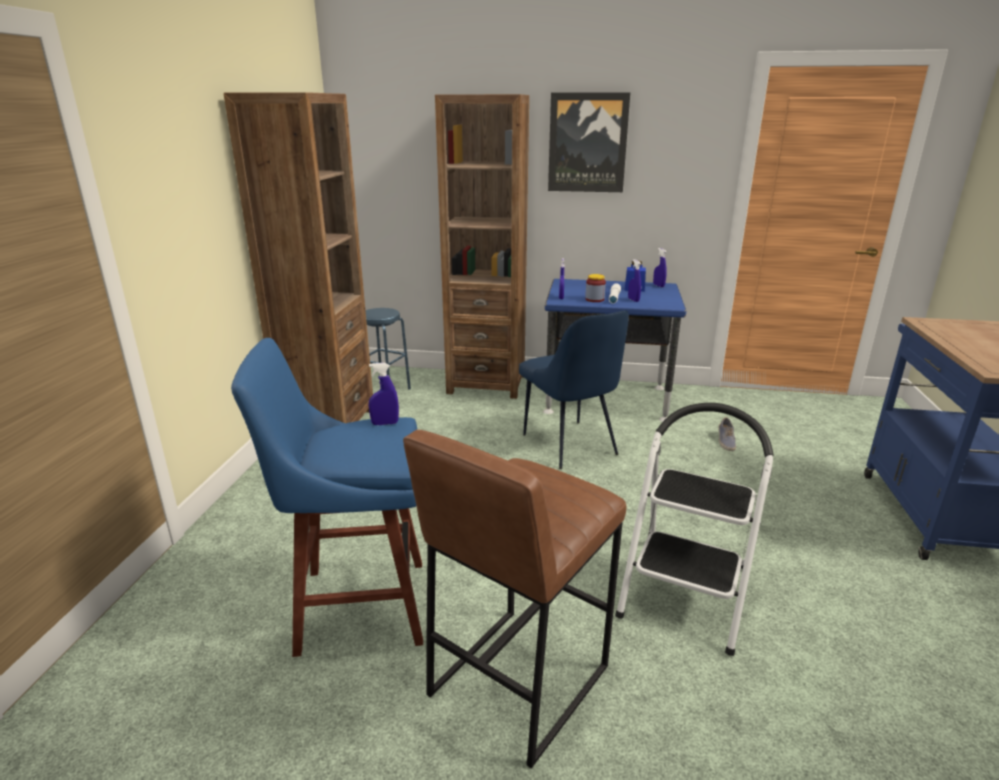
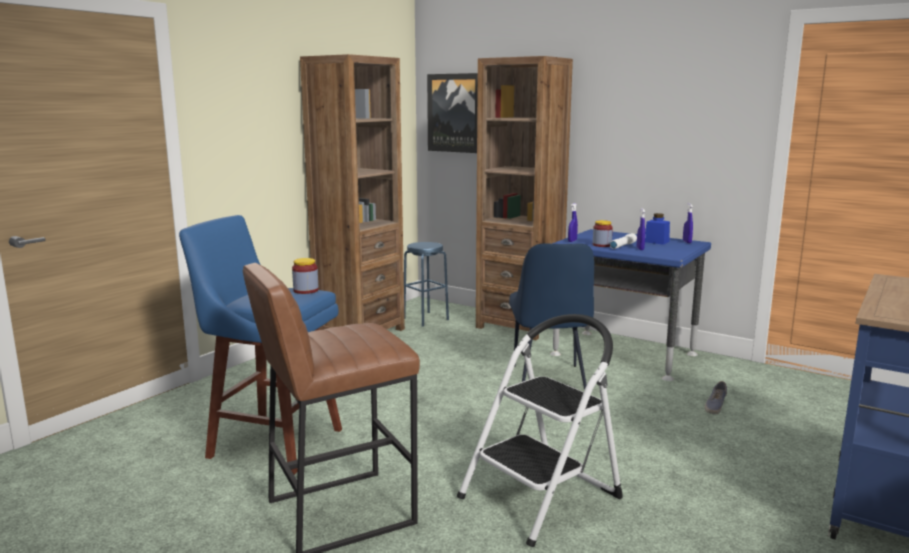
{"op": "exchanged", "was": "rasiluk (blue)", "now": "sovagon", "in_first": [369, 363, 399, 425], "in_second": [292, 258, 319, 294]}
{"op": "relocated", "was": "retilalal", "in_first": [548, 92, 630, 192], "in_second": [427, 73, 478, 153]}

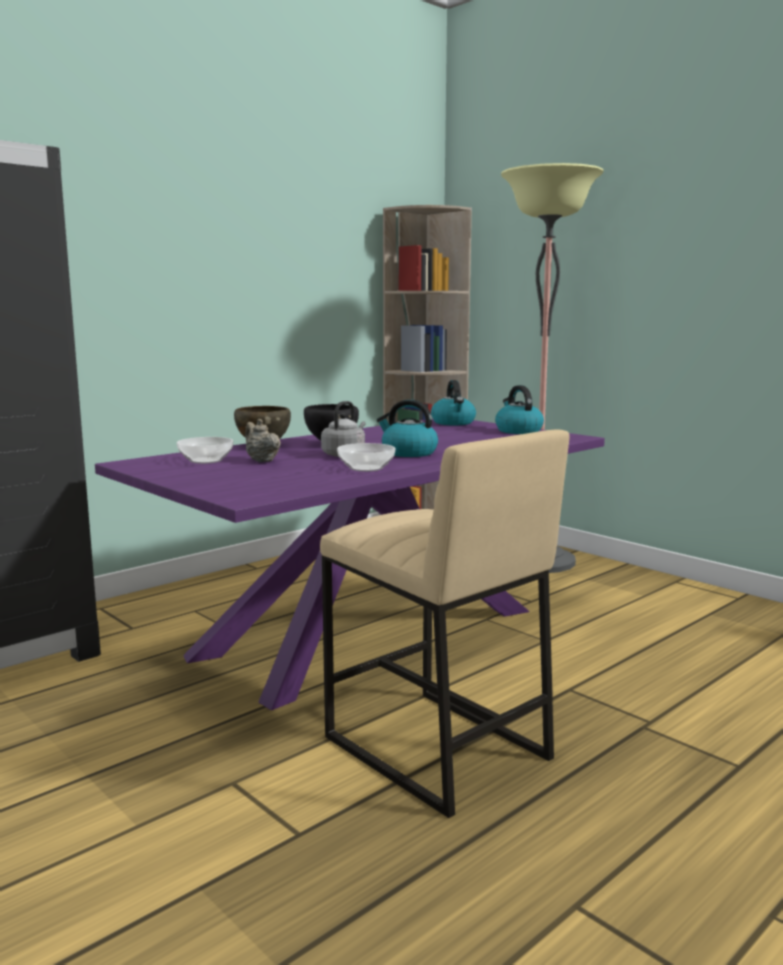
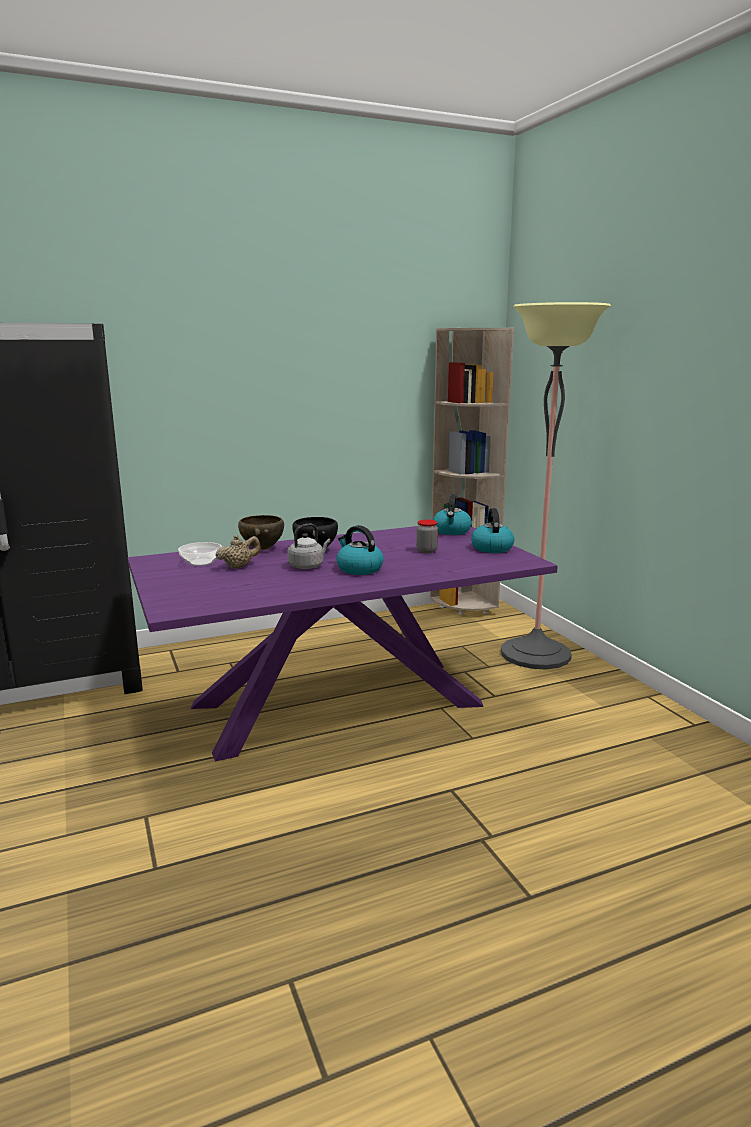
{"op": "spun", "was": "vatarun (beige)", "in_first": [245, 419, 281, 462], "in_second": [216, 535, 261, 569], "clockwise": 75}
{"op": "missing", "was": "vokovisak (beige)", "in_first": [320, 429, 569, 818]}
{"op": "missing", "was": "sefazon", "in_first": [337, 443, 395, 472]}
{"op": "appeared", "now": "sovagon", "in_second": [416, 519, 438, 553]}

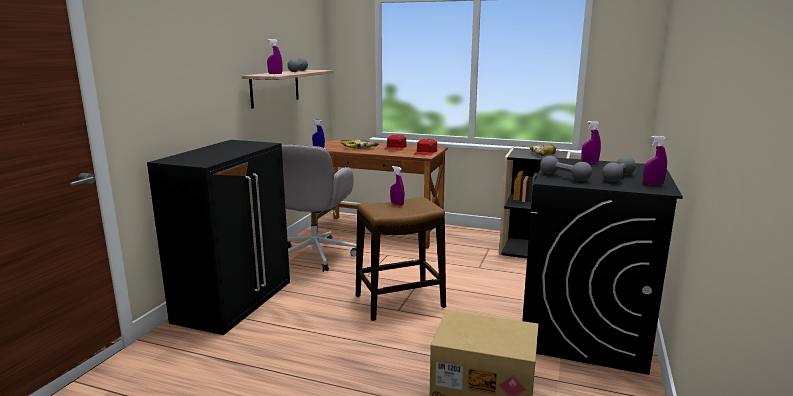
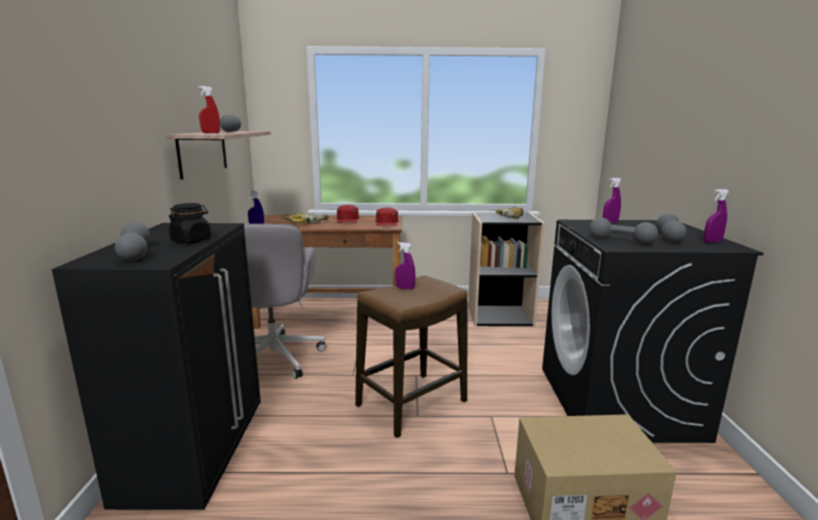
{"op": "colour", "was": "rasiluk (purple)", "now": "rasiluk (red)", "in_first": [267, 39, 282, 74], "in_second": [198, 86, 220, 133]}
{"op": "appeared", "now": "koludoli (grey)", "in_second": [115, 222, 150, 261]}
{"op": "appeared", "now": "sovagon (black)", "in_second": [169, 203, 211, 243]}

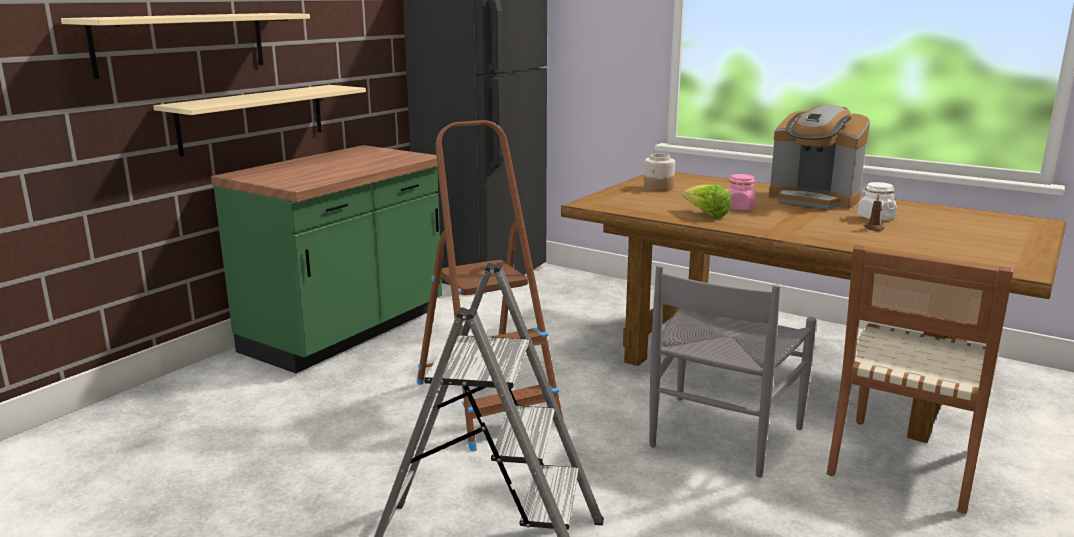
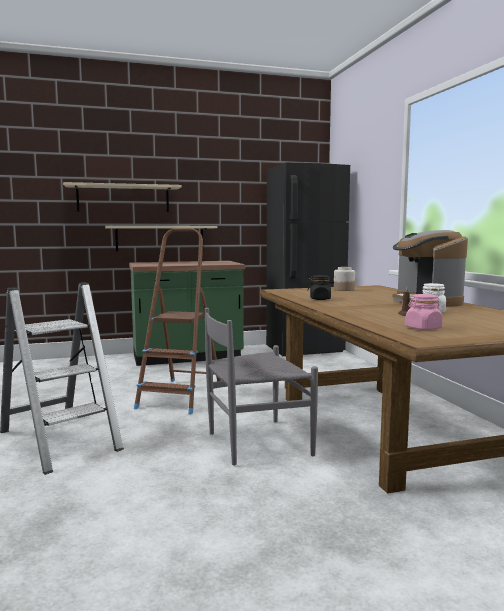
{"op": "exchanged", "was": "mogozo", "now": "sovagon (black)", "in_first": [682, 184, 731, 218], "in_second": [308, 275, 334, 300]}
{"op": "relocated", "was": "sovagon (pink)", "in_first": [728, 174, 756, 210], "in_second": [405, 294, 443, 330]}
{"op": "missing", "was": "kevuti", "in_first": [826, 245, 1014, 514]}

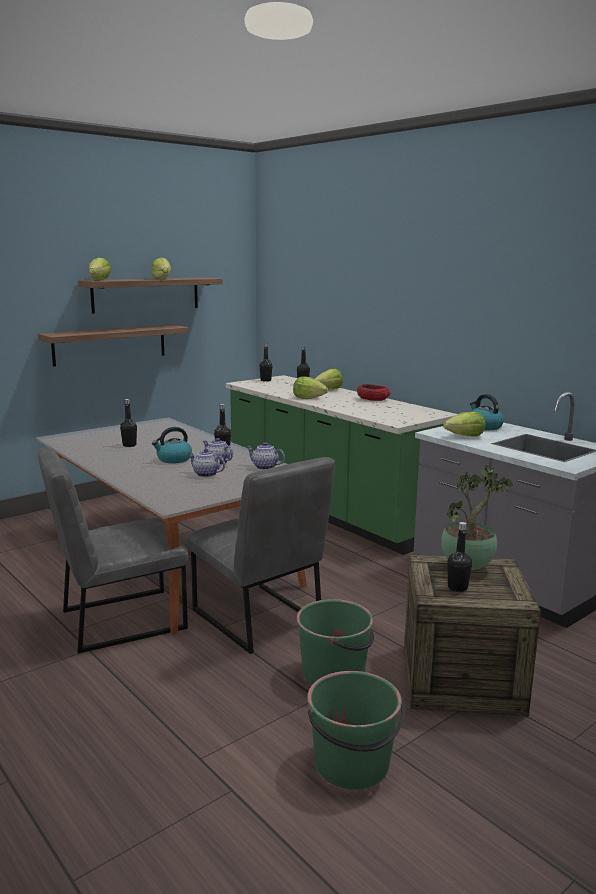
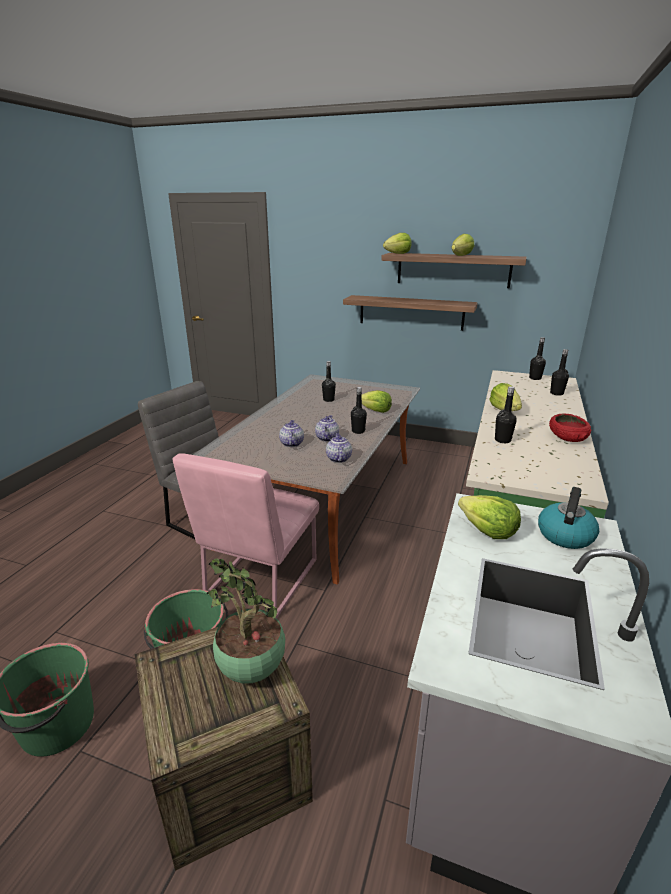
{"op": "missing", "was": "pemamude", "in_first": [152, 427, 192, 464]}
{"op": "colour", "was": "kevuti (grey)", "now": "kevuti (pink)", "in_first": [186, 457, 335, 654], "in_second": [173, 453, 319, 618]}
{"op": "relocated", "was": "mogozo", "in_first": [315, 369, 343, 389], "in_second": [362, 390, 392, 413]}
{"op": "relocated", "was": "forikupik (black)", "in_first": [447, 522, 472, 592], "in_second": [495, 386, 517, 443]}

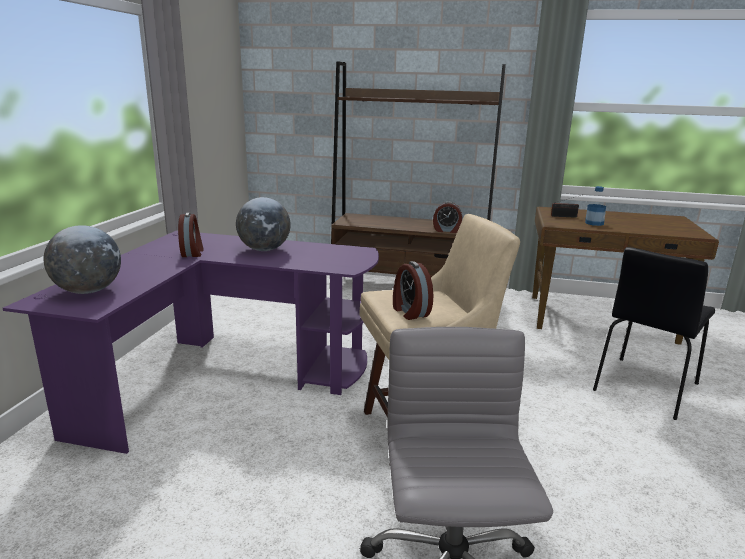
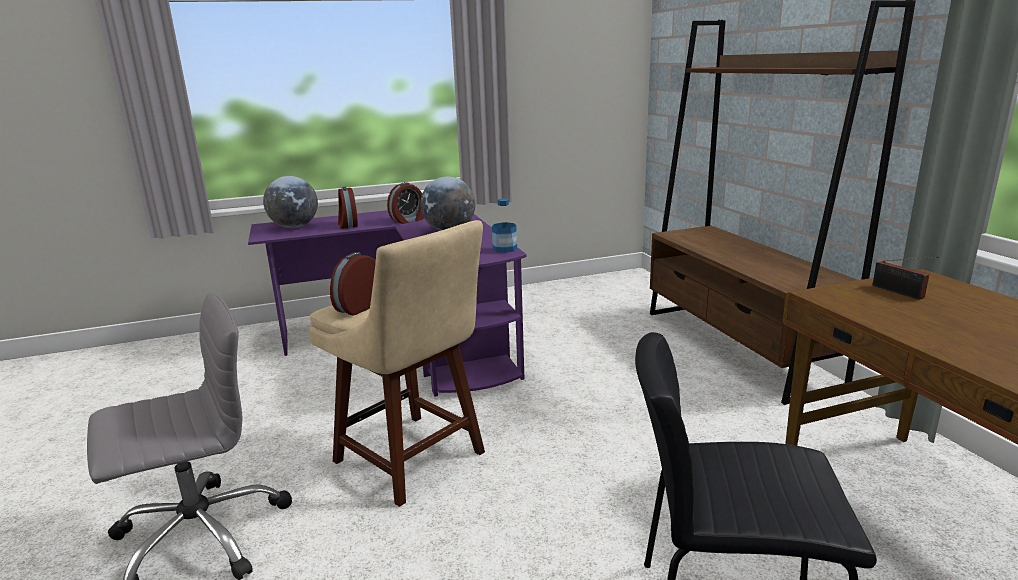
{"op": "relocated", "was": "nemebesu", "in_first": [433, 202, 462, 233], "in_second": [338, 187, 358, 229]}
{"op": "relocated", "was": "forikupik", "in_first": [585, 186, 606, 226], "in_second": [492, 198, 517, 253]}

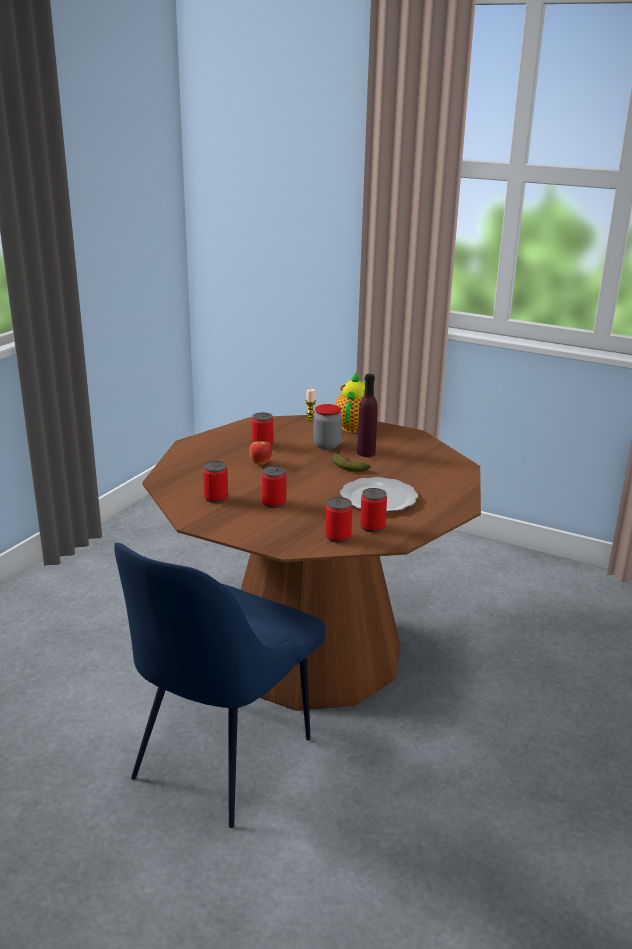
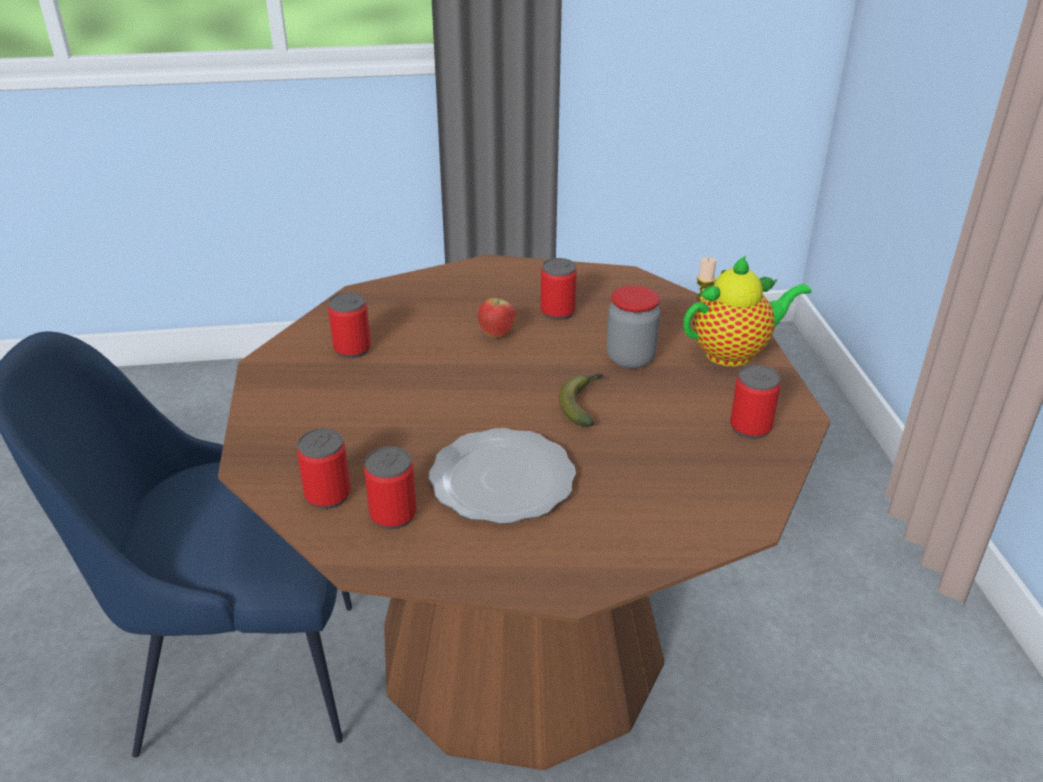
{"op": "relocated", "was": "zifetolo", "in_first": [262, 466, 286, 508], "in_second": [730, 365, 781, 439]}
{"op": "missing", "was": "forikupik (purple)", "in_first": [357, 374, 378, 457]}

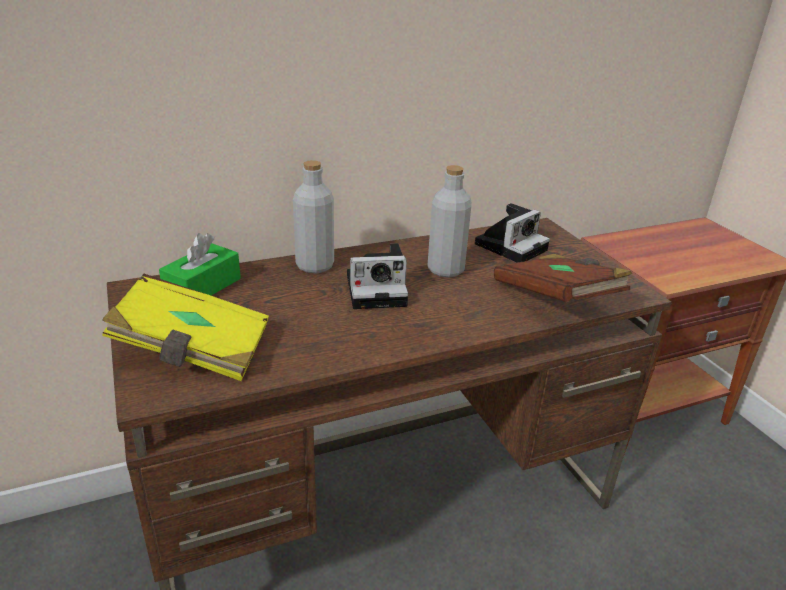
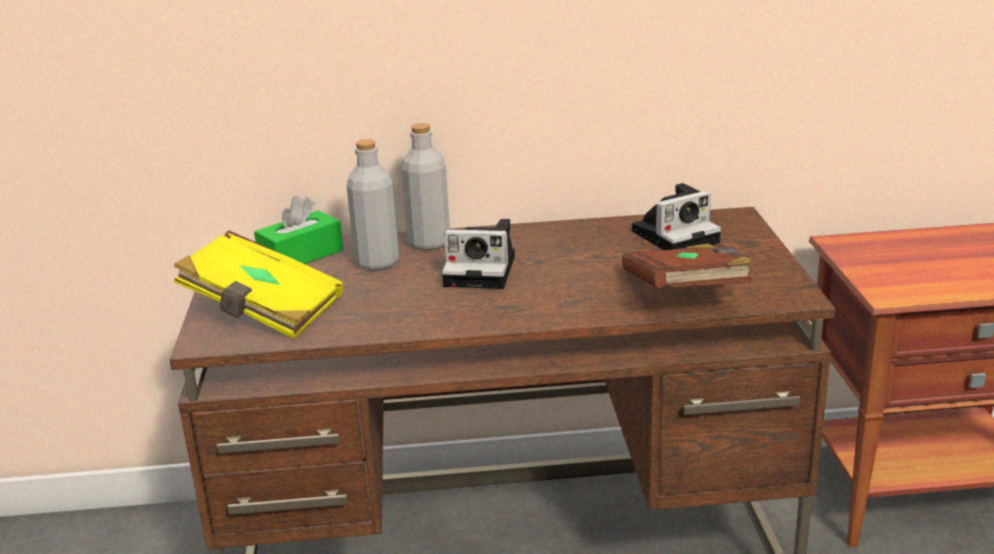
{"op": "relocated", "was": "forikupik (grey)", "in_first": [427, 165, 472, 277], "in_second": [346, 139, 399, 271]}

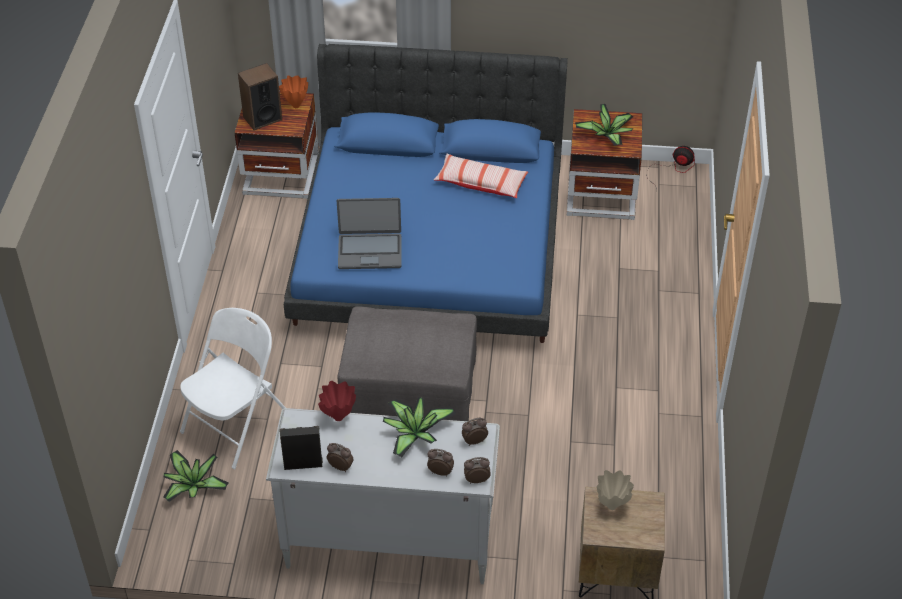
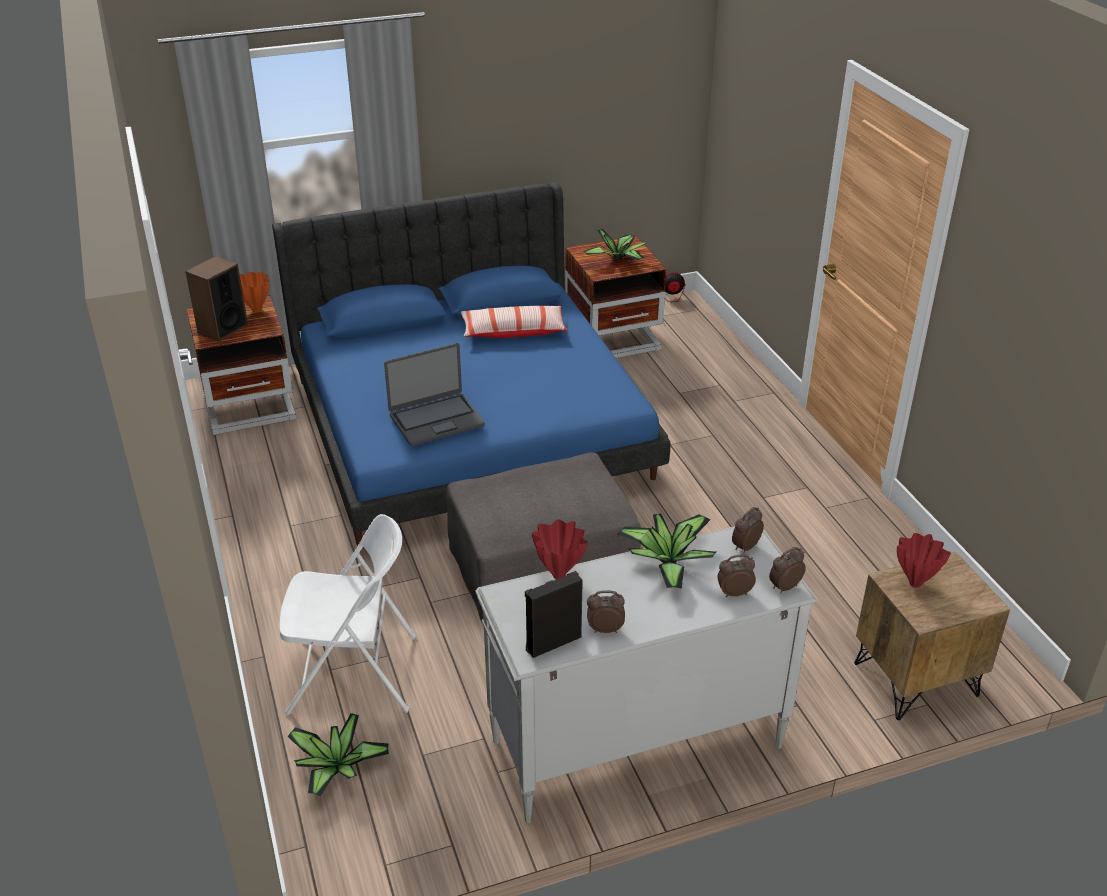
{"op": "spun", "was": "kevuti (white)", "in_first": [180, 308, 286, 470], "in_second": [279, 514, 416, 716], "clockwise": 75}
{"op": "colour", "was": "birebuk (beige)", "now": "birebuk (red)", "in_first": [597, 470, 634, 510], "in_second": [897, 533, 951, 588]}

